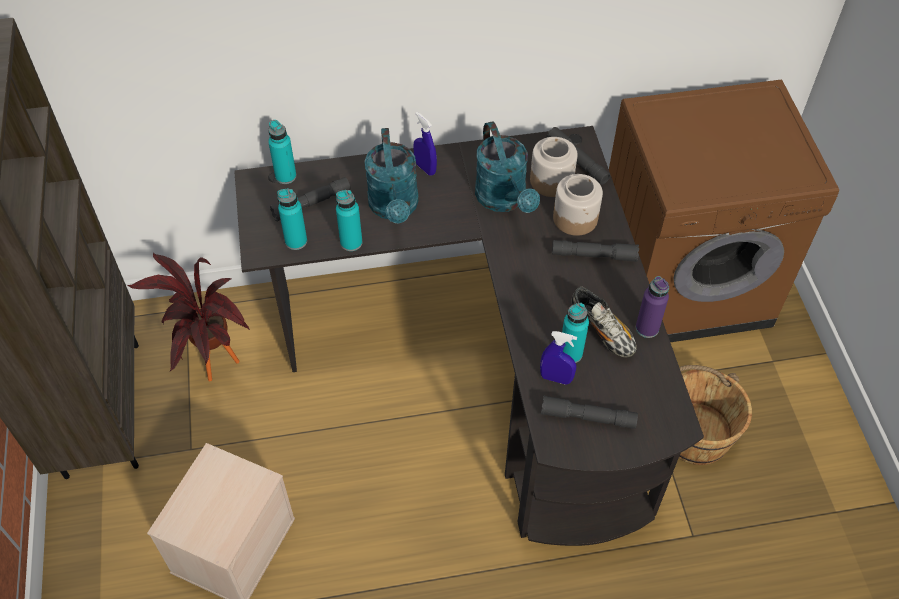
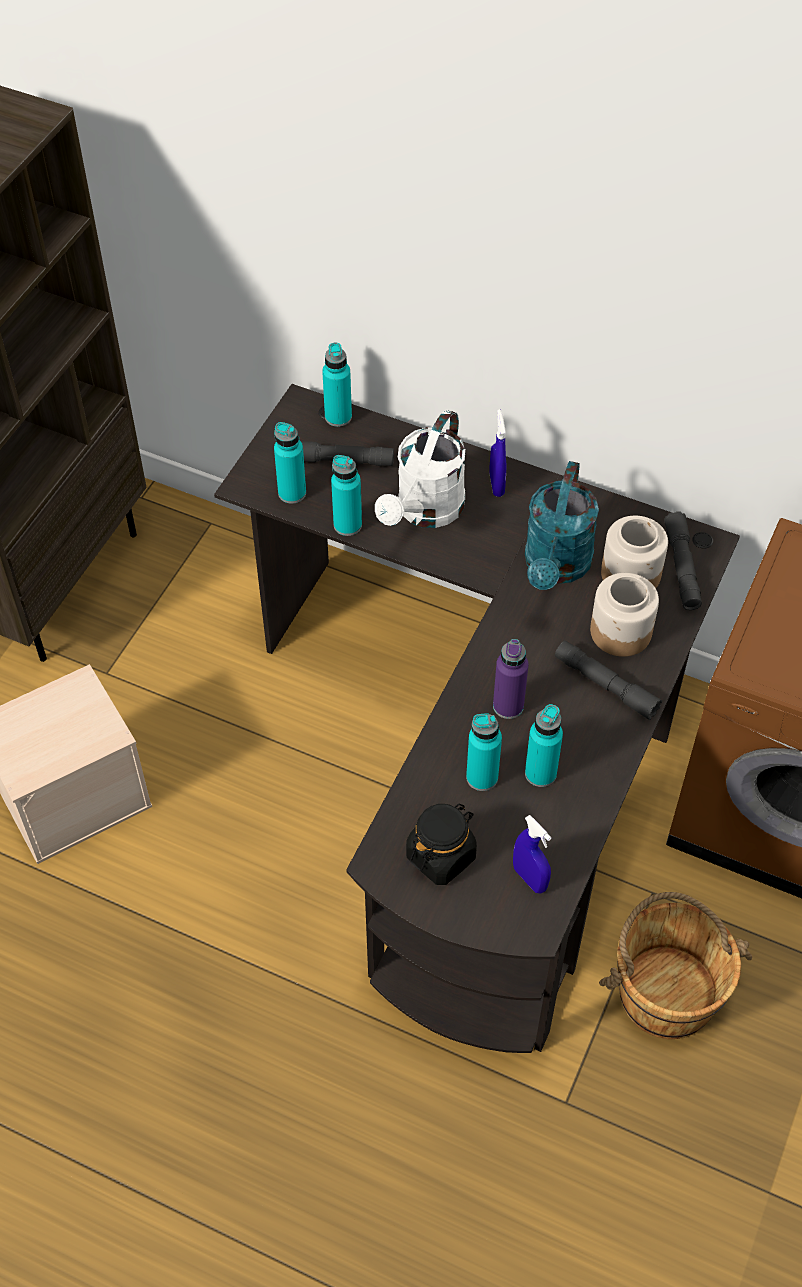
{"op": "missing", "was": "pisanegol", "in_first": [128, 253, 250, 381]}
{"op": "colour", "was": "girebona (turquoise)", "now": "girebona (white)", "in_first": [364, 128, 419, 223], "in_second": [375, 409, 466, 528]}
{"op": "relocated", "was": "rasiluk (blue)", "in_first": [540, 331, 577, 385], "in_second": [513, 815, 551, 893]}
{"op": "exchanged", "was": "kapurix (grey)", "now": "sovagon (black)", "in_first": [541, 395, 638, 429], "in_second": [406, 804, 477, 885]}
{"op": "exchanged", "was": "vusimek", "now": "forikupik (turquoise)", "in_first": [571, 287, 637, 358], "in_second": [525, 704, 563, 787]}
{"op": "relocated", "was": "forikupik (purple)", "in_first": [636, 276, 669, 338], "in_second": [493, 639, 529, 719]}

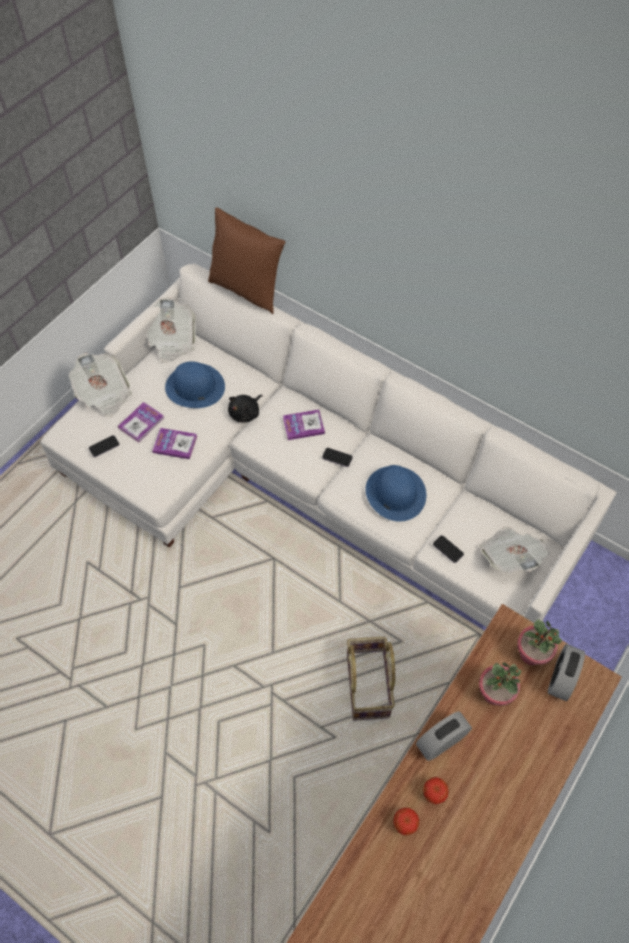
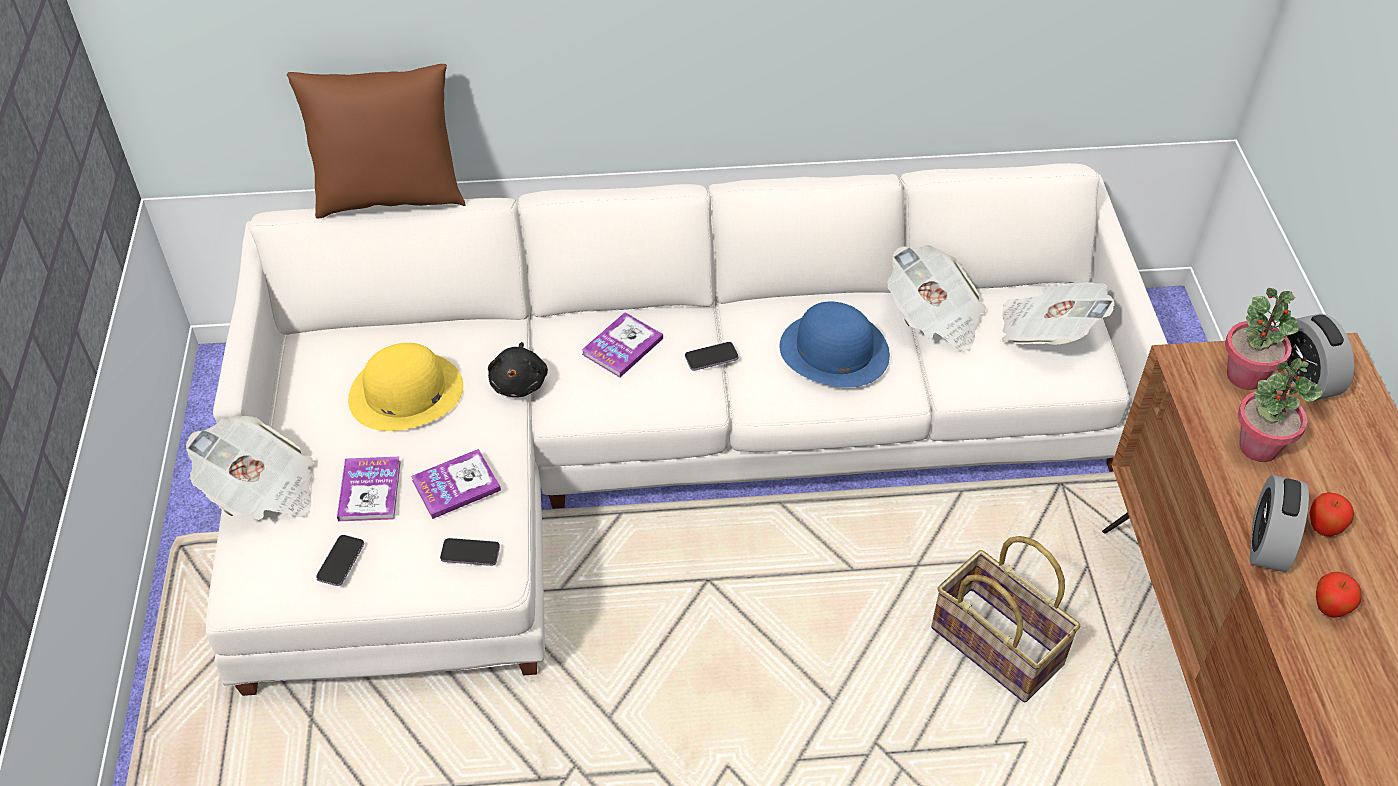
{"op": "relocated", "was": "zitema", "in_first": [145, 297, 196, 363], "in_second": [887, 245, 986, 352]}
{"op": "colour", "was": "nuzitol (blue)", "now": "nuzitol (yellow)", "in_first": [165, 362, 225, 408], "in_second": [348, 343, 463, 431]}
{"op": "relocated", "was": "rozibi", "in_first": [394, 808, 419, 835], "in_second": [1309, 492, 1354, 537]}
{"op": "relocated", "was": "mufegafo", "in_first": [433, 535, 464, 563], "in_second": [440, 538, 500, 566]}

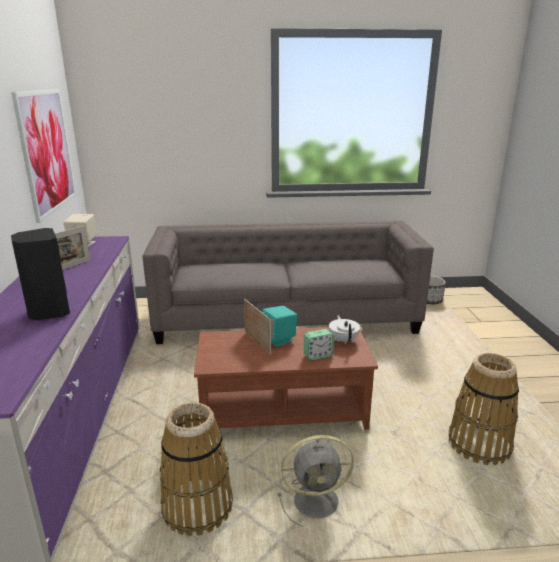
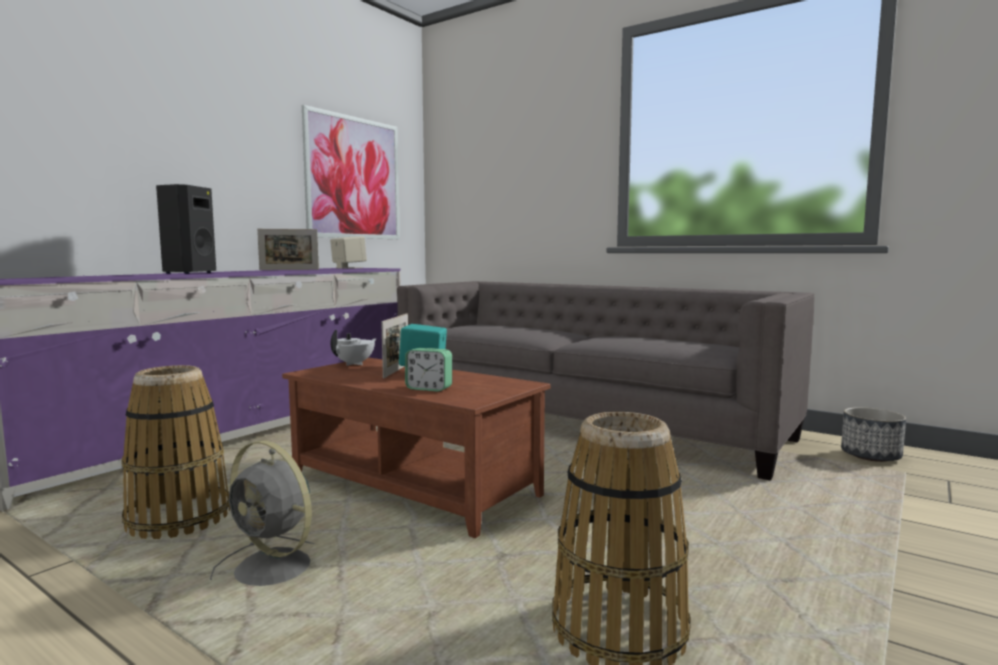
{"op": "relocated", "was": "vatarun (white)", "in_first": [329, 315, 360, 344], "in_second": [330, 330, 376, 366]}

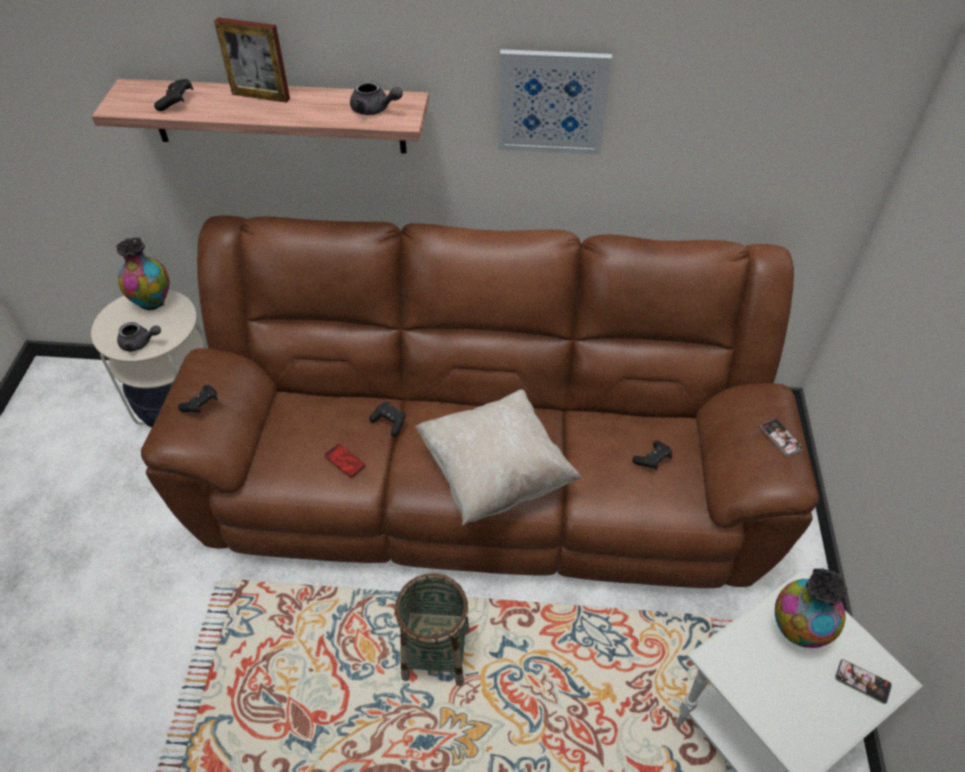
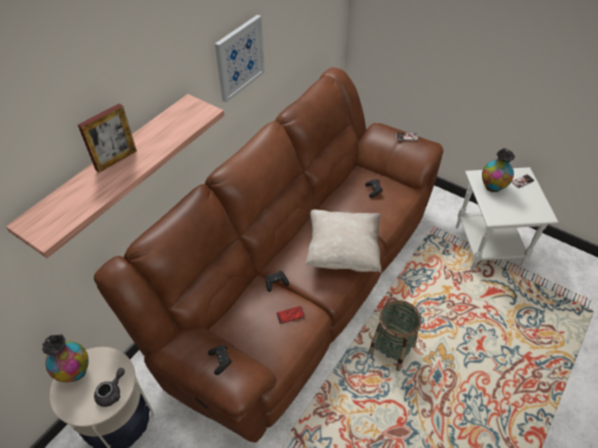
{"op": "missing", "was": "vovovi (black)", "in_first": [154, 79, 193, 111]}
{"op": "missing", "was": "vatarun (grey)", "in_first": [350, 80, 403, 115]}

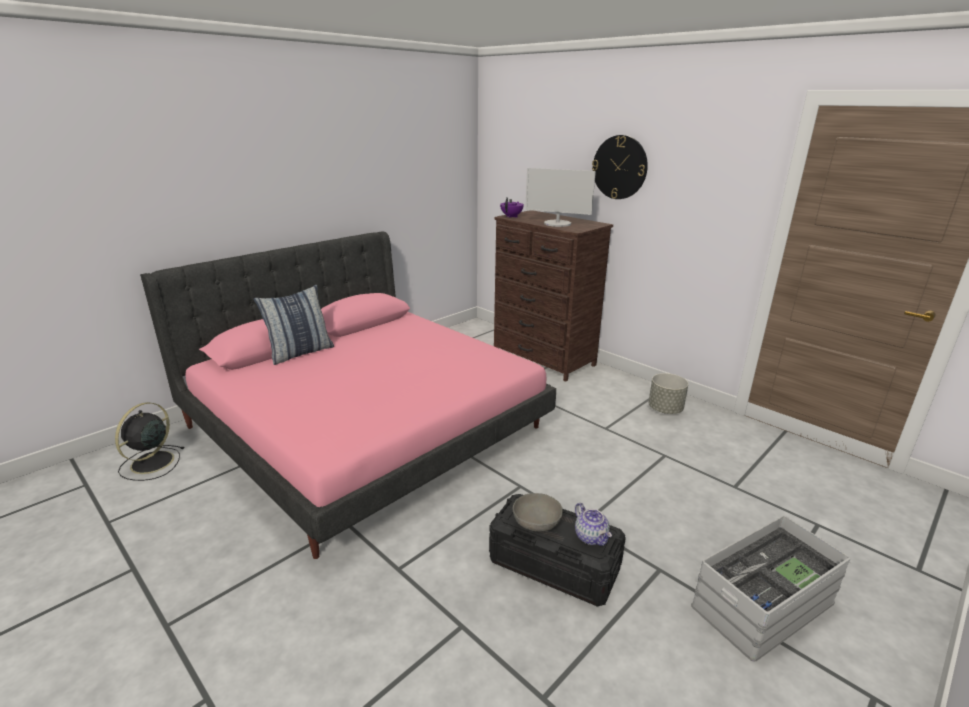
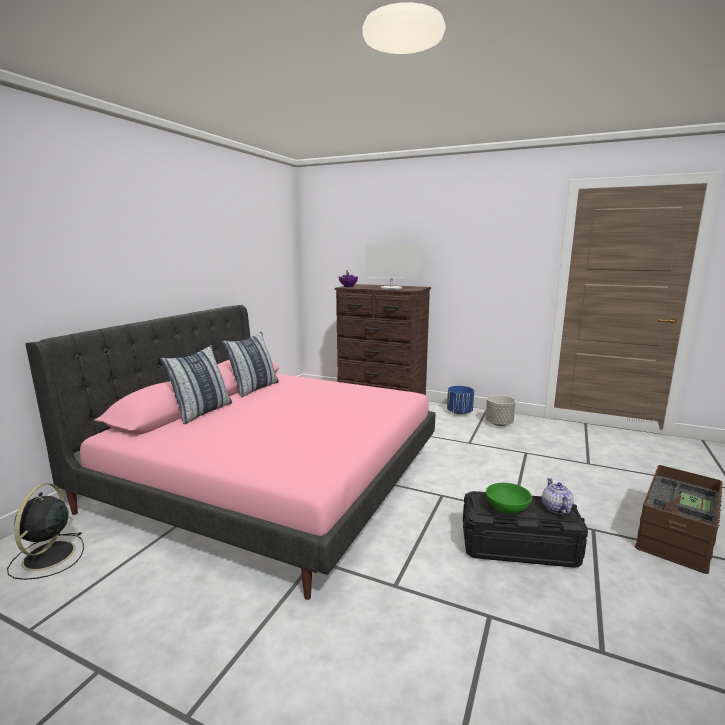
{"op": "colour", "was": "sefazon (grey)", "now": "sefazon (green)", "in_first": [513, 493, 563, 532], "in_second": [486, 483, 532, 514]}
{"op": "spun", "was": "vatarun", "in_first": [575, 503, 612, 546], "in_second": [542, 478, 574, 514], "clockwise": -135}
{"op": "missing", "was": "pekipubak", "in_first": [592, 135, 648, 199]}
{"op": "colour", "was": "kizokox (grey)", "now": "kizokox (brown)", "in_first": [691, 516, 850, 662], "in_second": [635, 465, 723, 574]}
{"op": "appeared", "now": "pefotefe", "in_second": [222, 331, 279, 398]}
{"op": "appeared", "now": "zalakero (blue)", "in_second": [447, 386, 474, 415]}

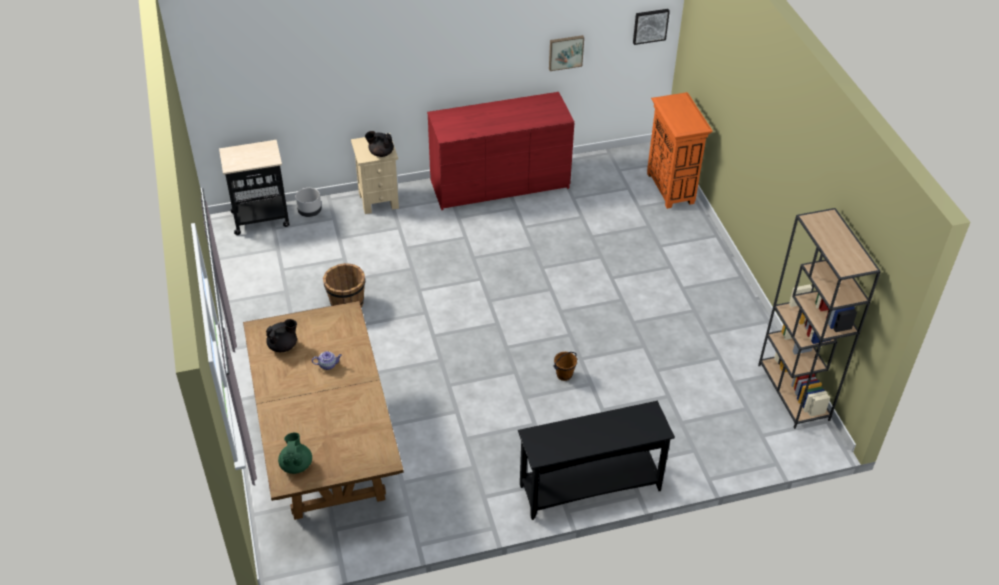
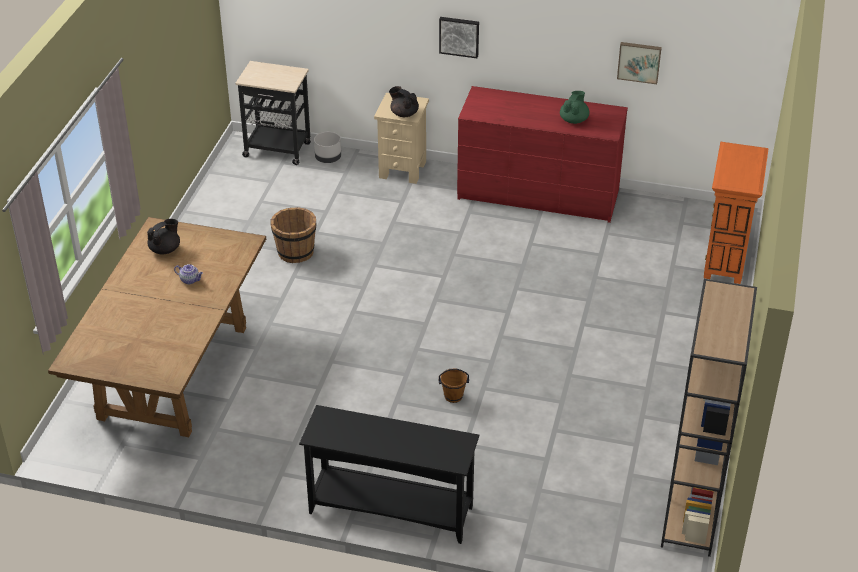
{"op": "spun", "was": "vatarun (black)", "in_first": [266, 319, 297, 352], "in_second": [147, 219, 180, 254], "clockwise": -45}
{"op": "relocated", "was": "vatarun (green)", "in_first": [278, 432, 312, 474], "in_second": [560, 91, 590, 124]}
{"op": "relocated", "was": "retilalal", "in_first": [633, 9, 670, 45], "in_second": [439, 17, 479, 58]}

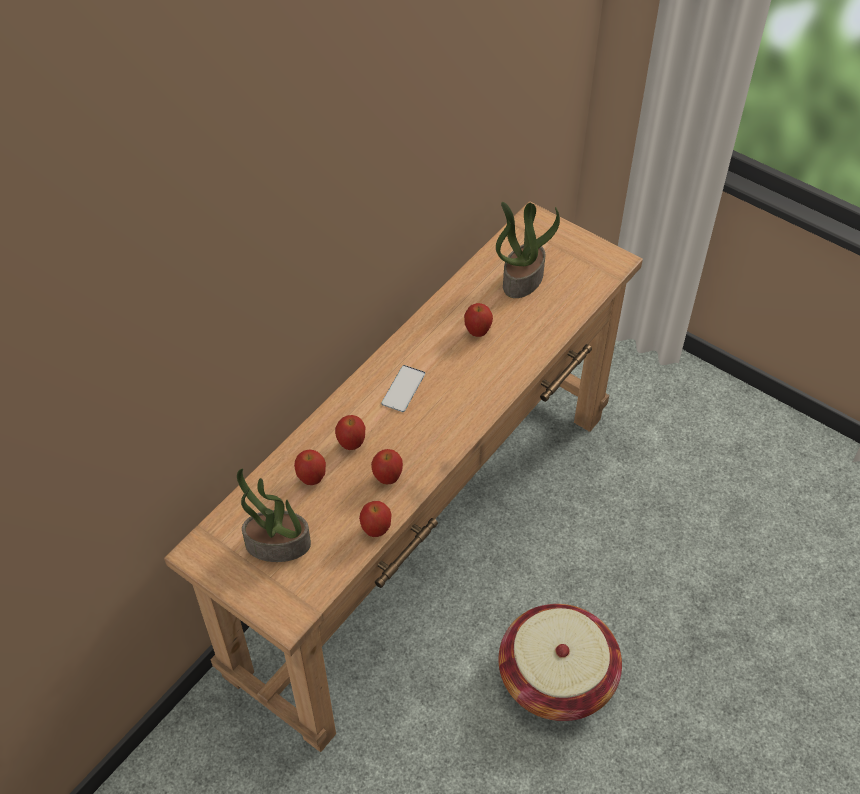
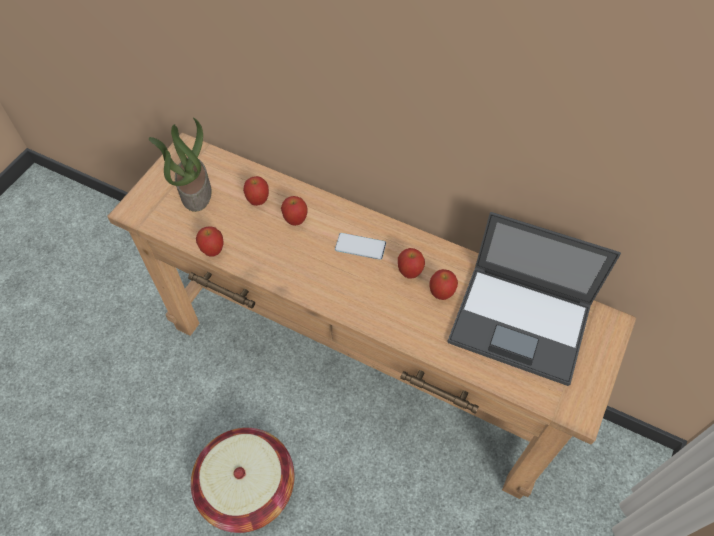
{"op": "relocated", "was": "rozibi", "in_first": [371, 449, 403, 484], "in_second": [398, 248, 425, 279]}
{"op": "exchanged", "was": "pisanegol", "now": "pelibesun", "in_first": [496, 202, 560, 298], "in_second": [447, 212, 621, 386]}

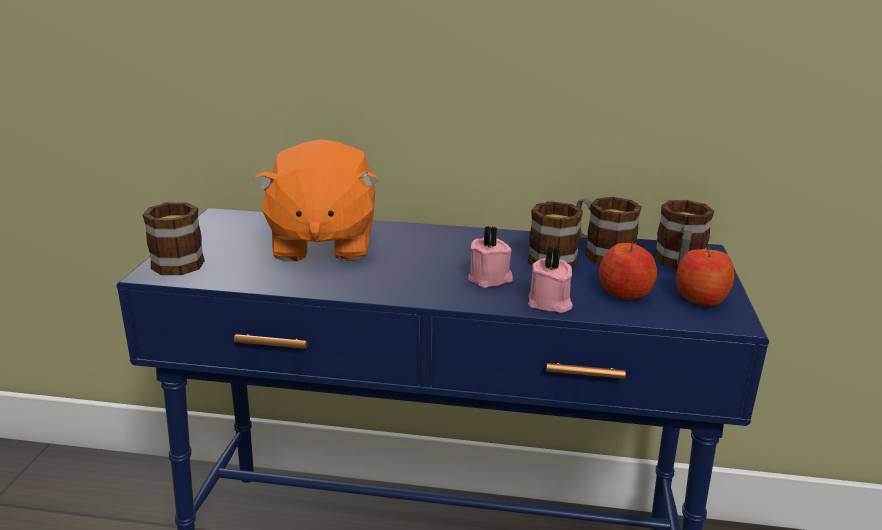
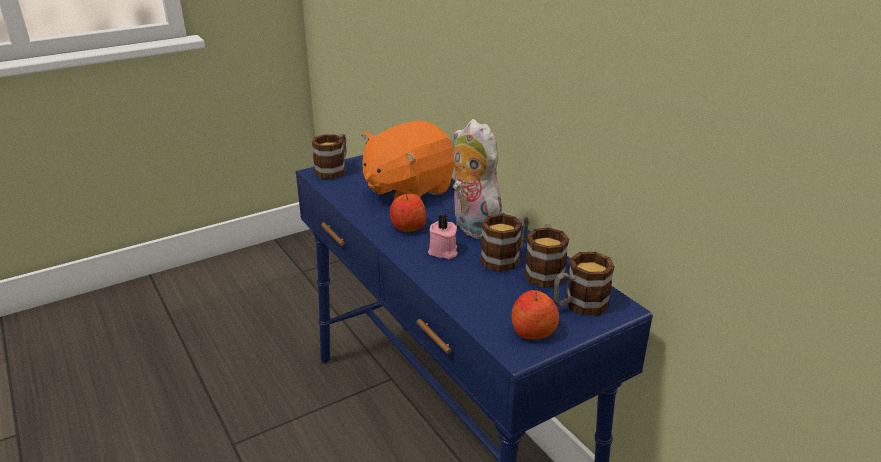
{"op": "missing", "was": "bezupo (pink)", "in_first": [528, 247, 573, 313]}
{"op": "relocated", "was": "rozibi", "in_first": [599, 242, 657, 299], "in_second": [390, 194, 426, 232]}
{"op": "appeared", "now": "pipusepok", "in_second": [453, 119, 503, 239]}

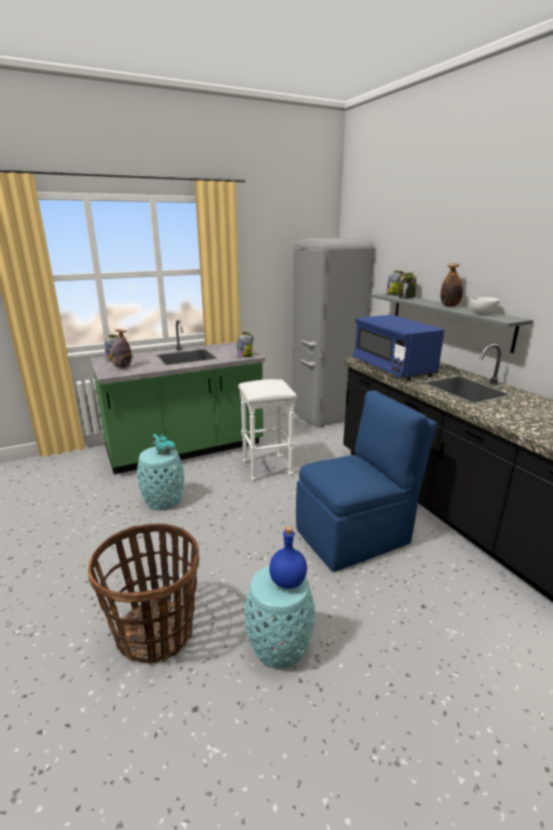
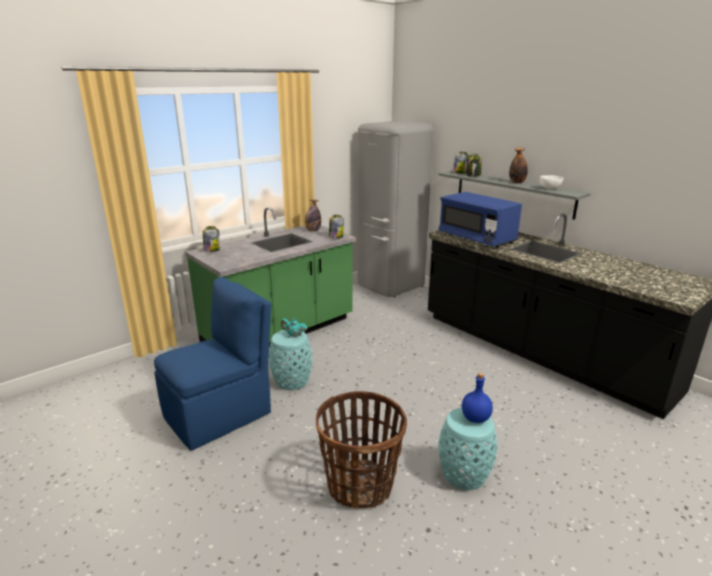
{"op": "relocated", "was": "forikupik", "in_first": [111, 329, 132, 368], "in_second": [305, 199, 321, 231]}
{"op": "missing", "was": "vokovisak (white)", "in_first": [238, 379, 297, 482]}
{"op": "relocated", "was": "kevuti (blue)", "in_first": [296, 390, 437, 572], "in_second": [154, 277, 272, 450]}

